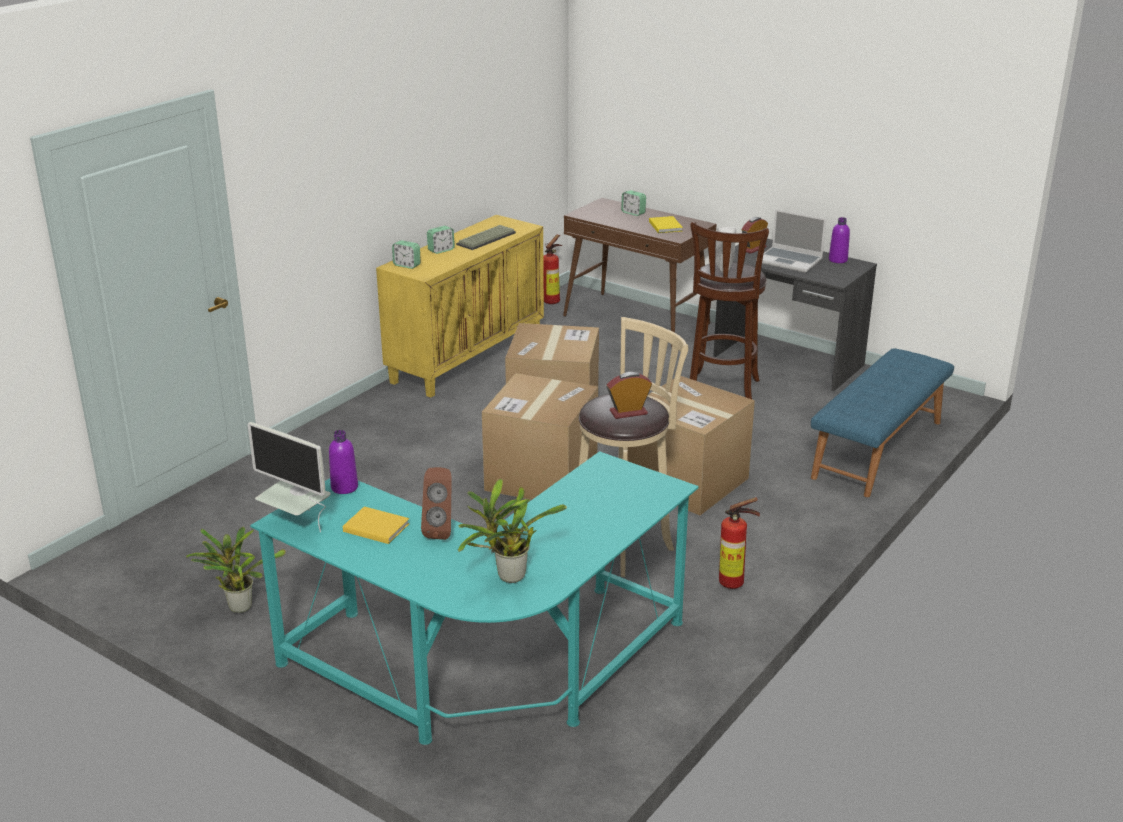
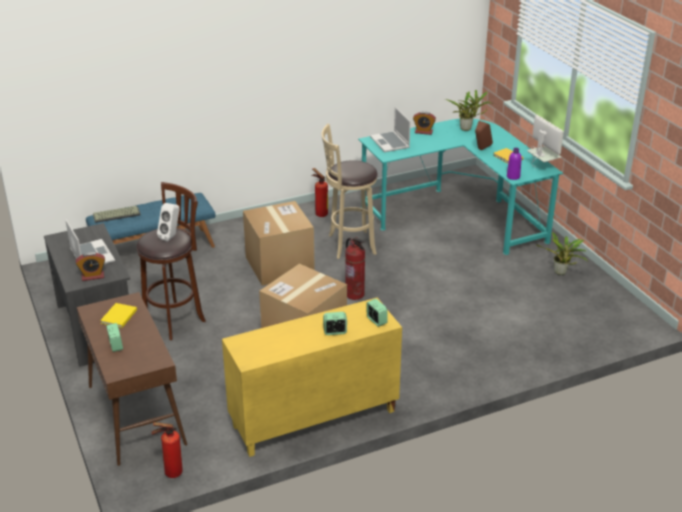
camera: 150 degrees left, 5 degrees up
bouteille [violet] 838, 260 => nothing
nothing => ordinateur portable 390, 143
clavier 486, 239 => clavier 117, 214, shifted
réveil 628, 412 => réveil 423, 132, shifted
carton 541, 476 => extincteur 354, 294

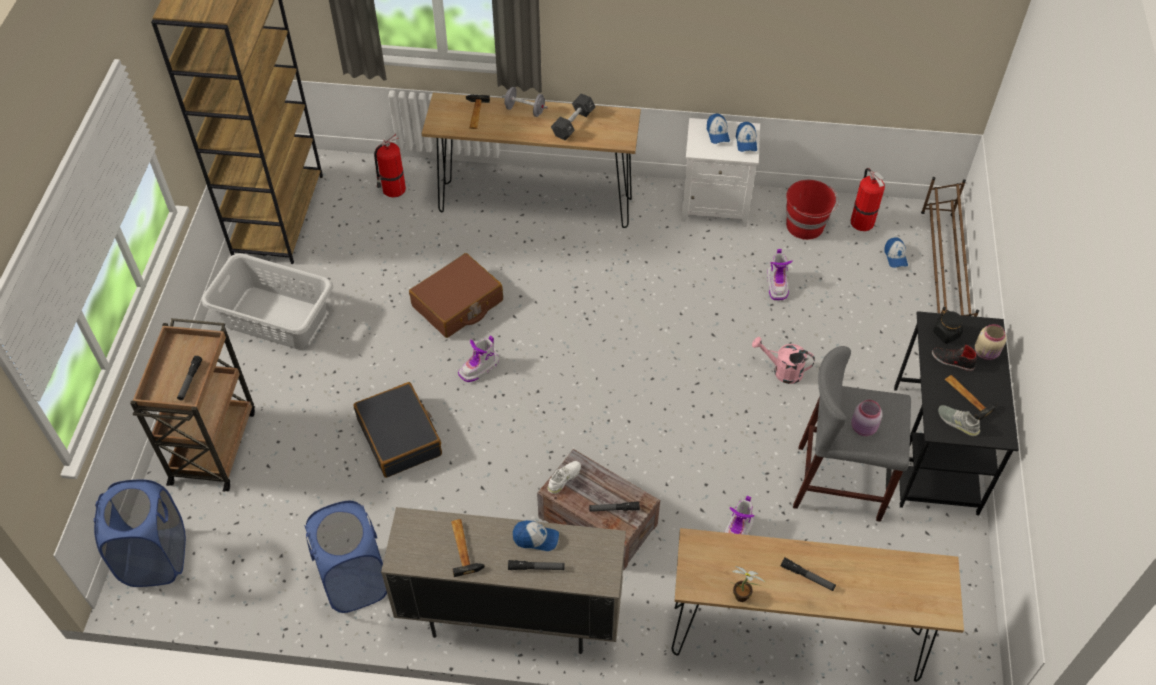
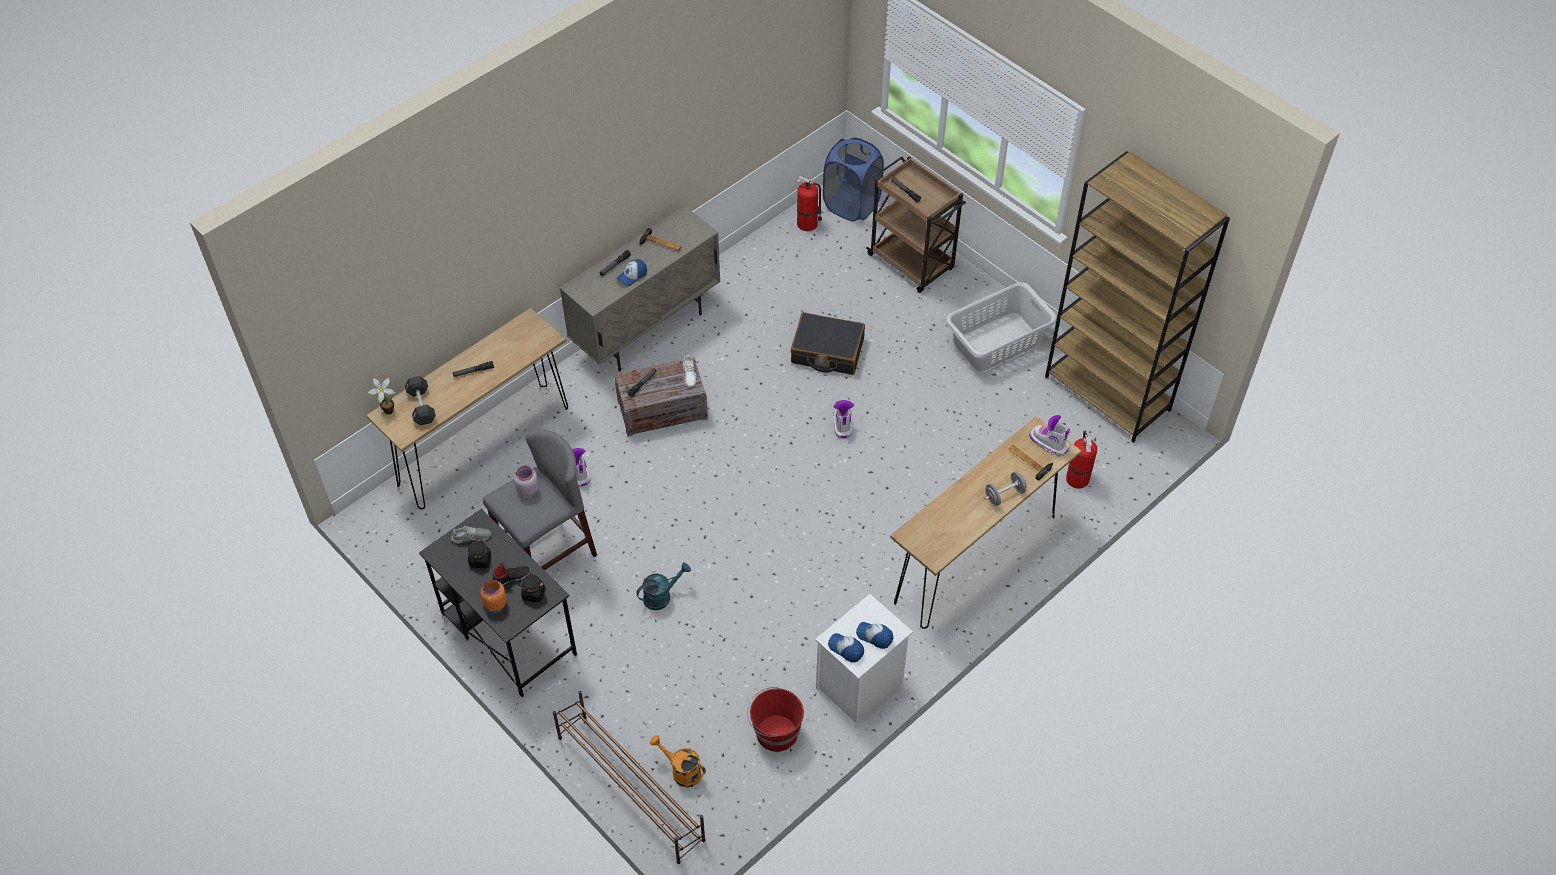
camera: 130 degrees right, 0 degrees up
panier à linge [bleu] 354, 580 => nothing
valise [marron] 457, 304 => nothing
haltère [noir] 573, 124 => haltère [noir] 421, 406, shifted
plante en pot 743, 597 => plante en pot 387, 411, shifted
botte 777, 285 => botte 1048, 443, shifted
extincteur 861, 221 => extincteur 808, 224, shifted
casquette 895, 256 => arrosoir [orange] 681, 771
marteau 968, 396 => bocal [noir] 480, 560
arrosoir [rose] 782, 371 => arrosoir [turquoise] 661, 596
bocal [beige] 986, 353 => bocal [orange] 494, 603

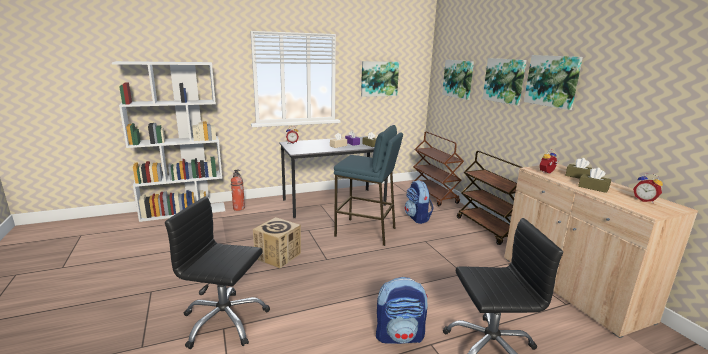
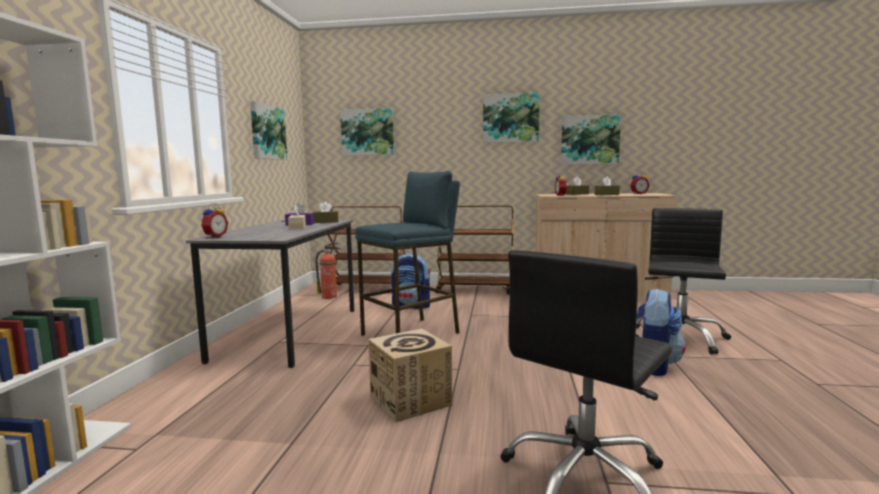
camera: 60 degrees left, 10 degrees down
extincteur 239, 208 => extincteur 330, 297, shifted
tableau 504, 80 => tableau 589, 140, shifted

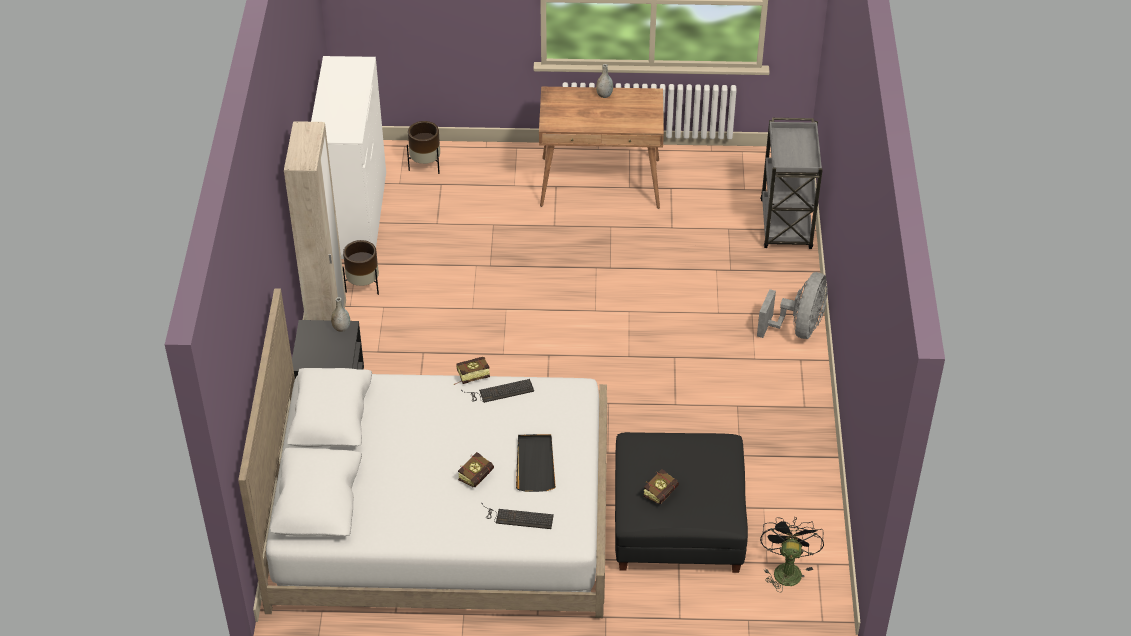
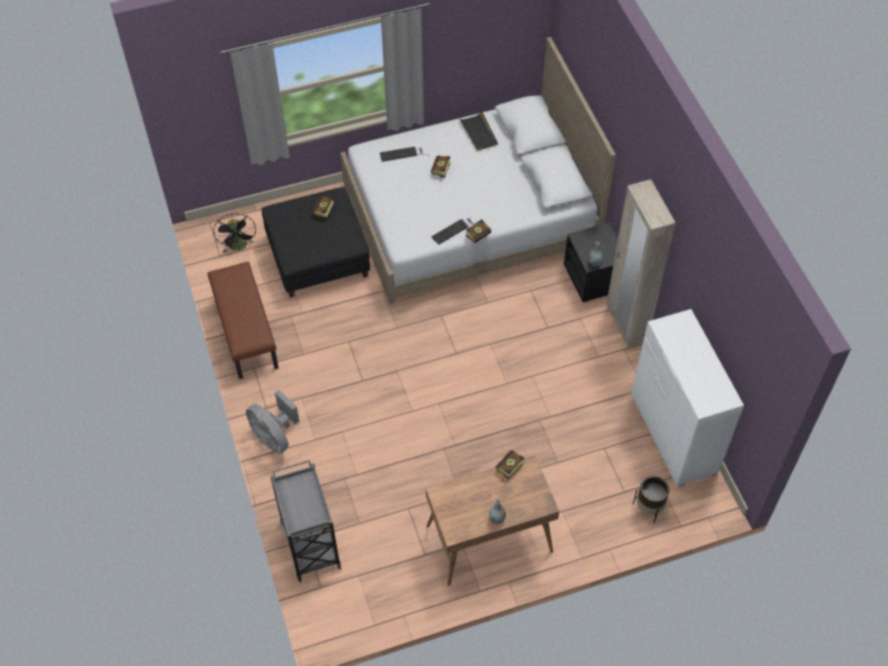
camera: 160 degrees right, 10 degrees up
cache-pot [marron] 363, 286 => nothing
nothing => banc [marron] 245, 332
nothing => livre 507, 469
plateau [noir] 535, 464 => plateau [noir] 478, 133, shifted
ventilateur [gris] 798, 328 => ventilateur [gris] 274, 436, 45 degrees counterclockwise

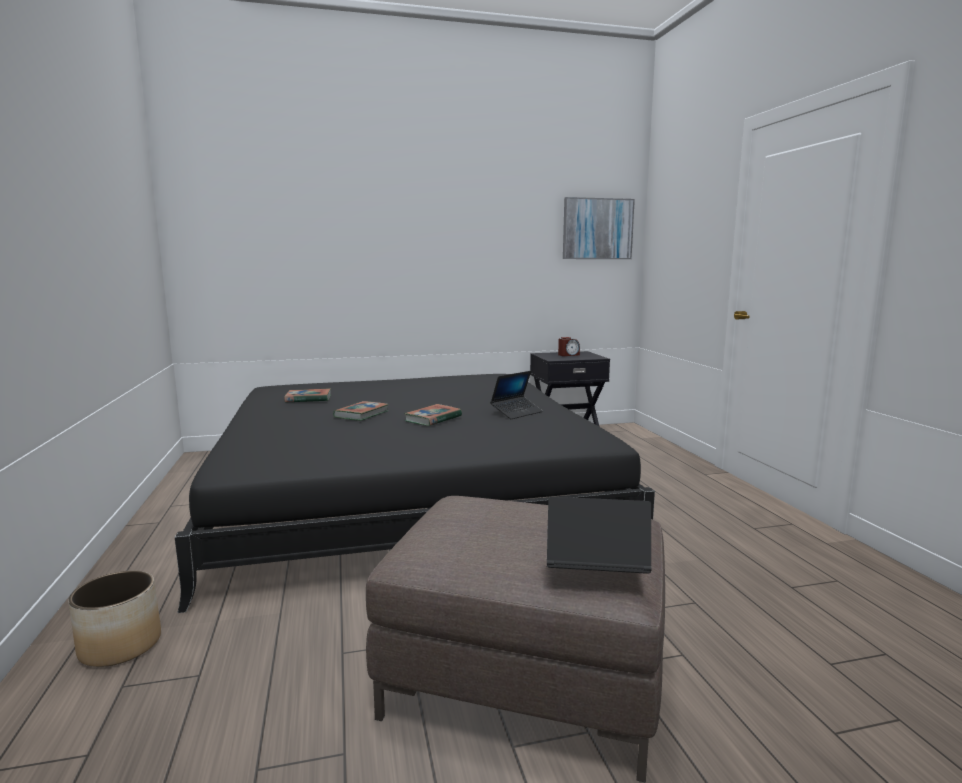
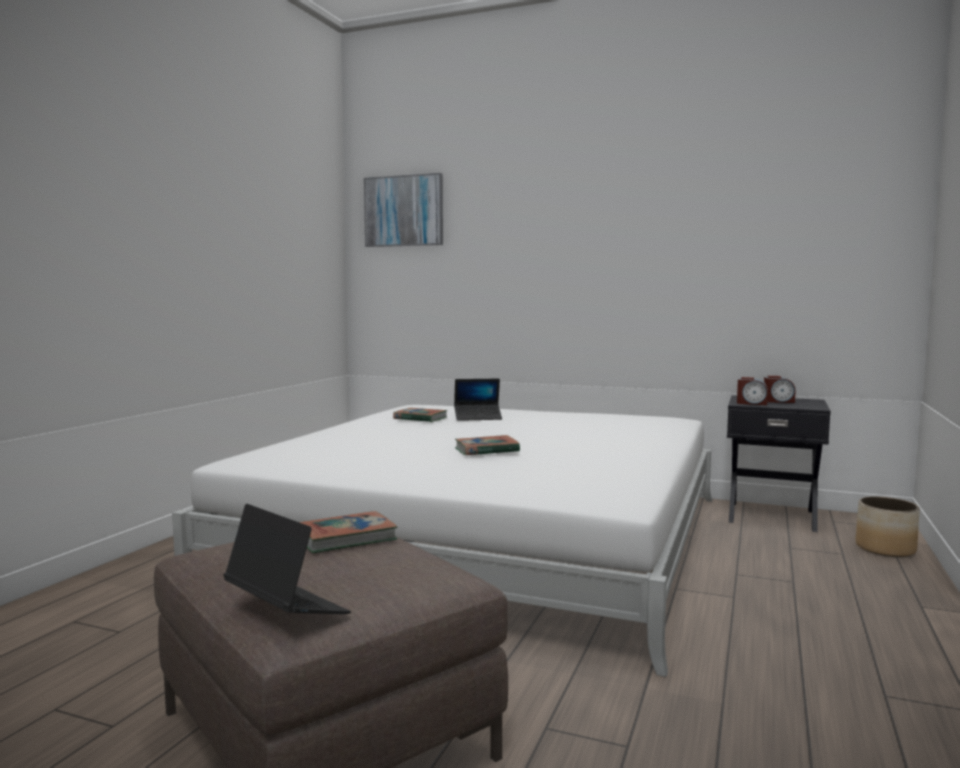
camera: 35 degrees right, 5 degrees down
nothing => réveil 751, 403
cache-pot 120, 646 => cache-pot 885, 549, shifted
livre 361, 414 => livre 345, 538, shifted
ordinateur portable 516, 412 => ordinateur portable 478, 417, shifted
tableau 597, 229 => tableau 404, 211, shifted
lit [noir] 408, 490 => lit [blanc] 486, 535

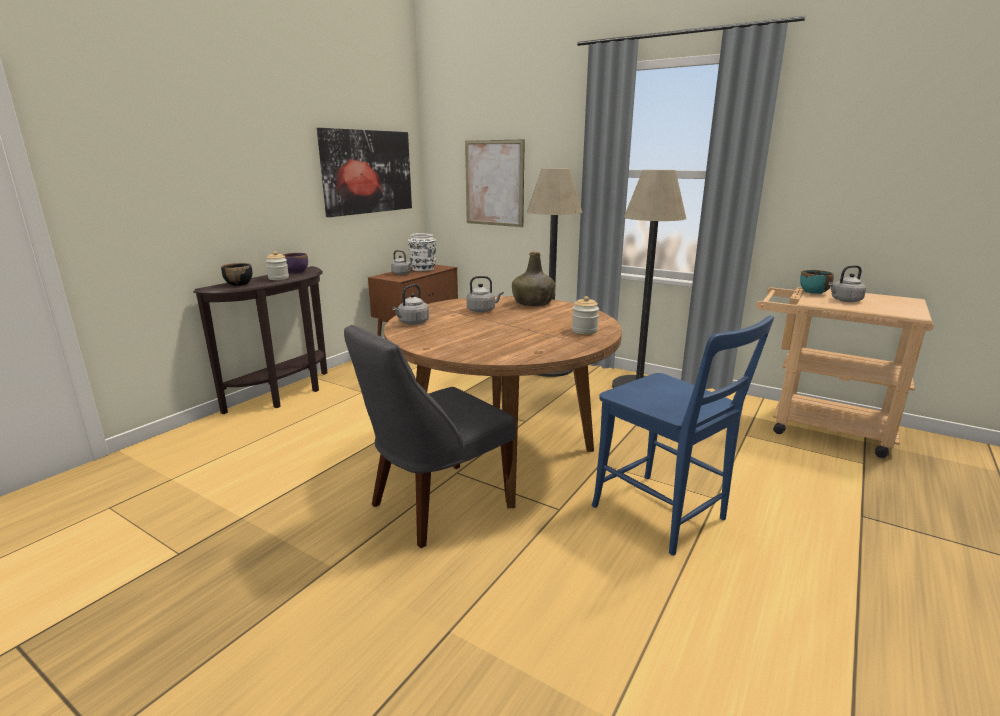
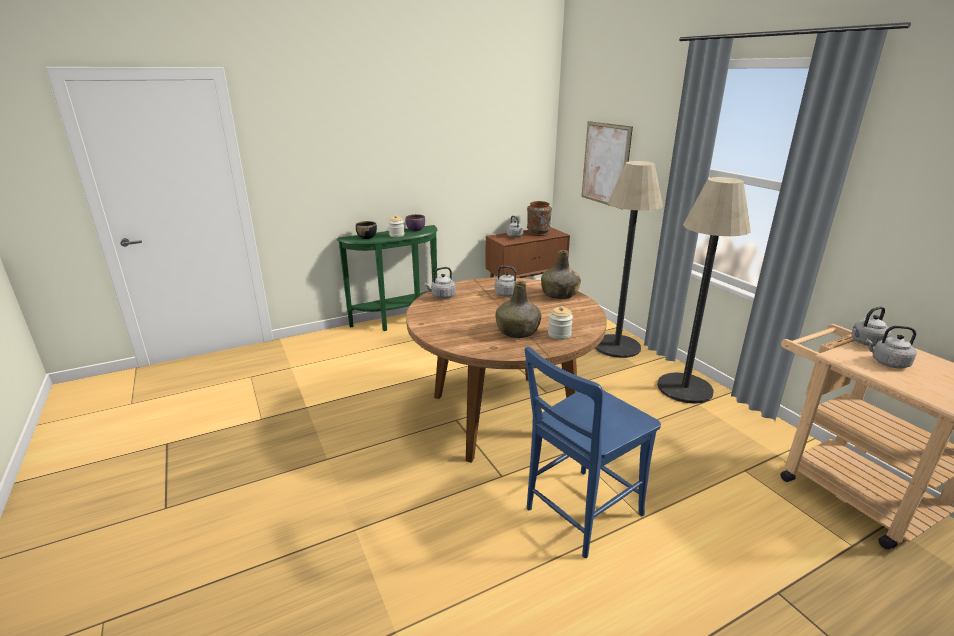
camera: 30 degrees right, 5 degrees up
tableau 367, 172 => nothing
chaise [gris] 435, 505 => nothing
nothing => bouteille [vert] 518, 331
bol [turquoise] 813, 292 => bouilloire [gris] 866, 342
table console [marron] 287, 394 => table console [vert] 398, 321
vase [blanc] 423, 269 => vase [marron] 538, 233
chaise [bleu] 664, 516 => chaise [bleu] 579, 514, 60 degrees clockwise

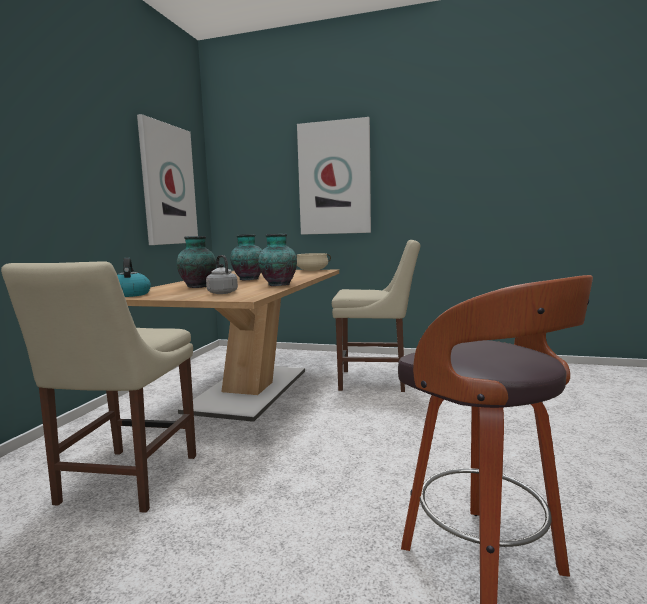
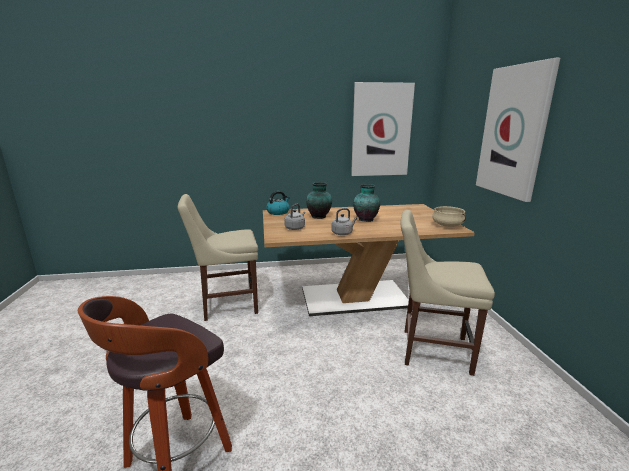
camera: 65 degrees right, 10 degrees up
vase 278, 285 => bouilloire [gris] 343, 233
chaise [beige] 376, 381 => chaise [beige] 431, 349, 120 degrees clockwise

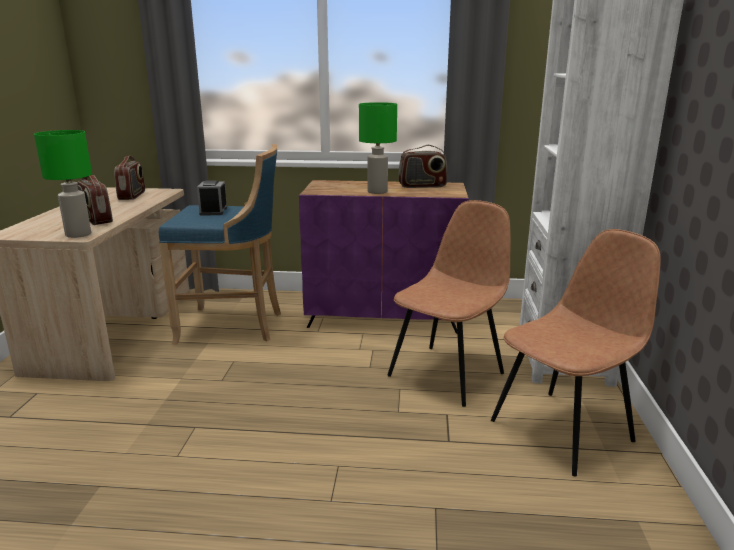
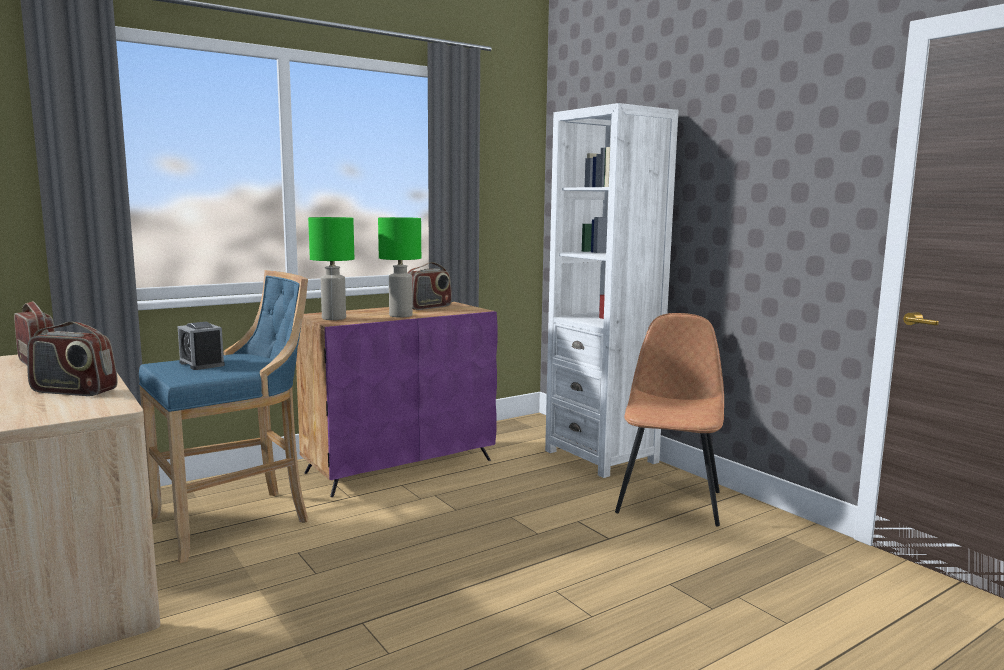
camera: 40 degrees left, 10 degrees down
chaise [marron] 448, 373 => nothing
lampe de table [vert] 78, 235 => lampe de table [vert] 334, 318, shifted

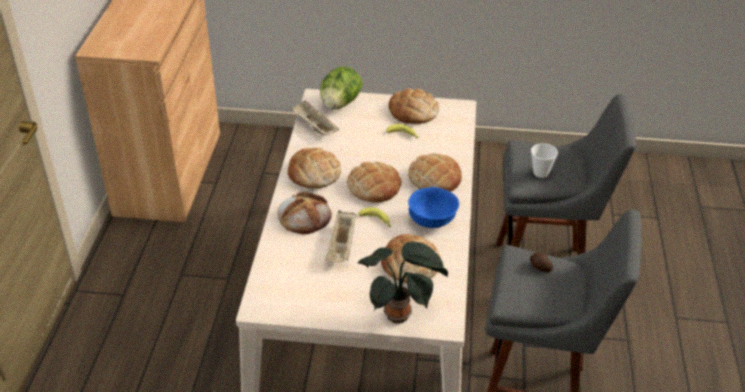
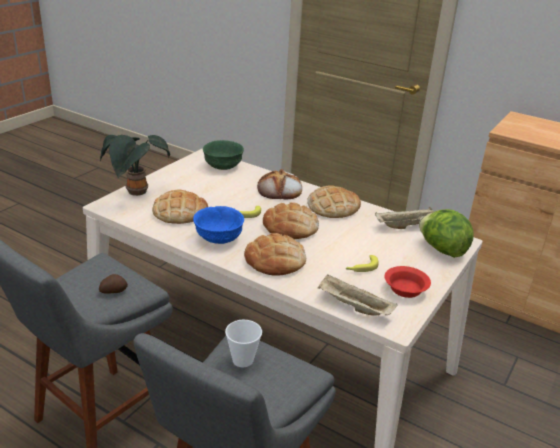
camera: 115 degrees right, 10 degrees down
nothing => bol [vert] 223, 166
plateau [beige] 342, 246 => plateau [beige] 353, 307, shifted
pain 413, 111 => bol [rouge] 404, 289

